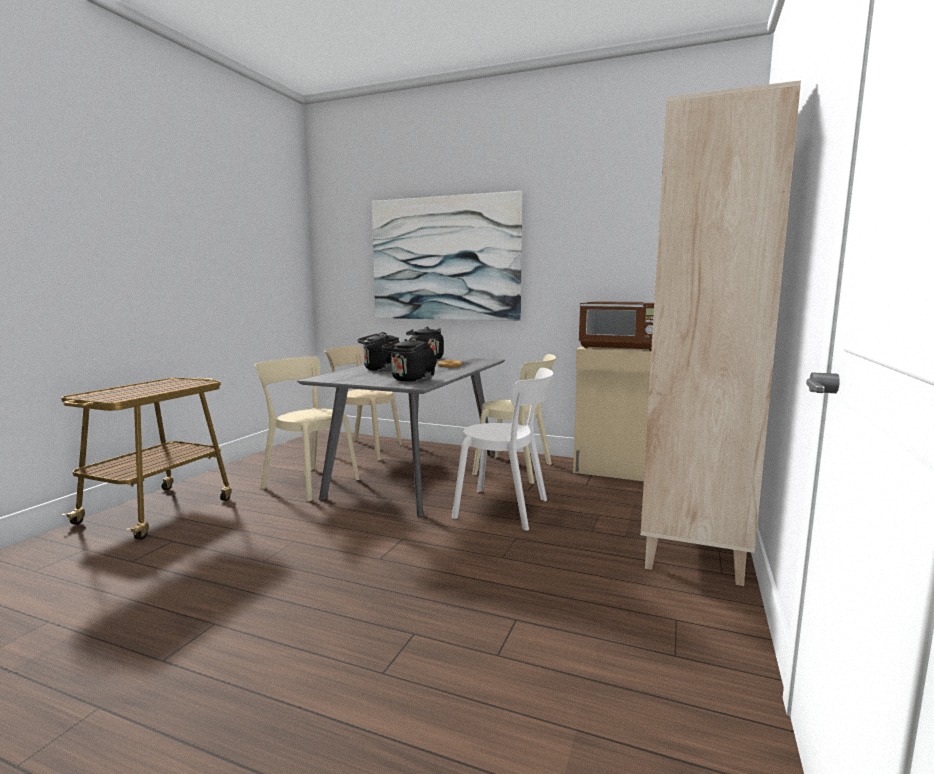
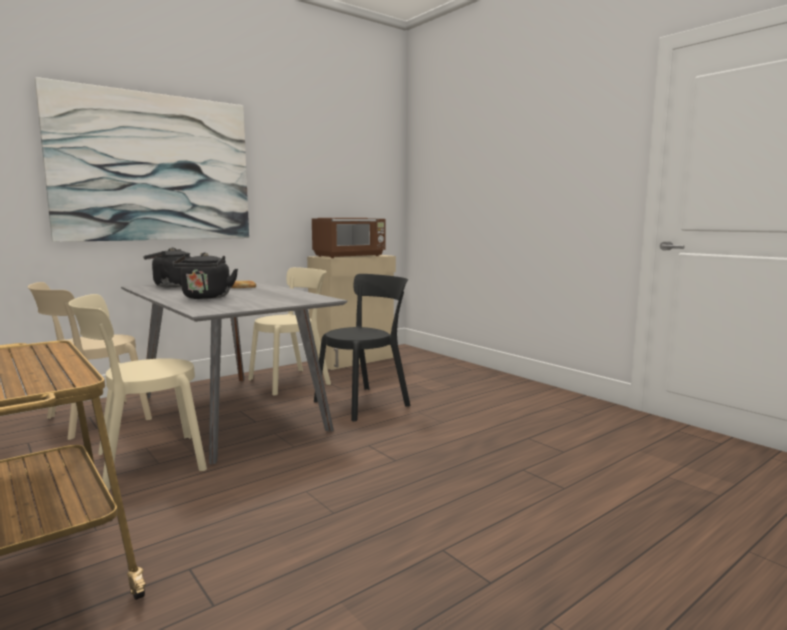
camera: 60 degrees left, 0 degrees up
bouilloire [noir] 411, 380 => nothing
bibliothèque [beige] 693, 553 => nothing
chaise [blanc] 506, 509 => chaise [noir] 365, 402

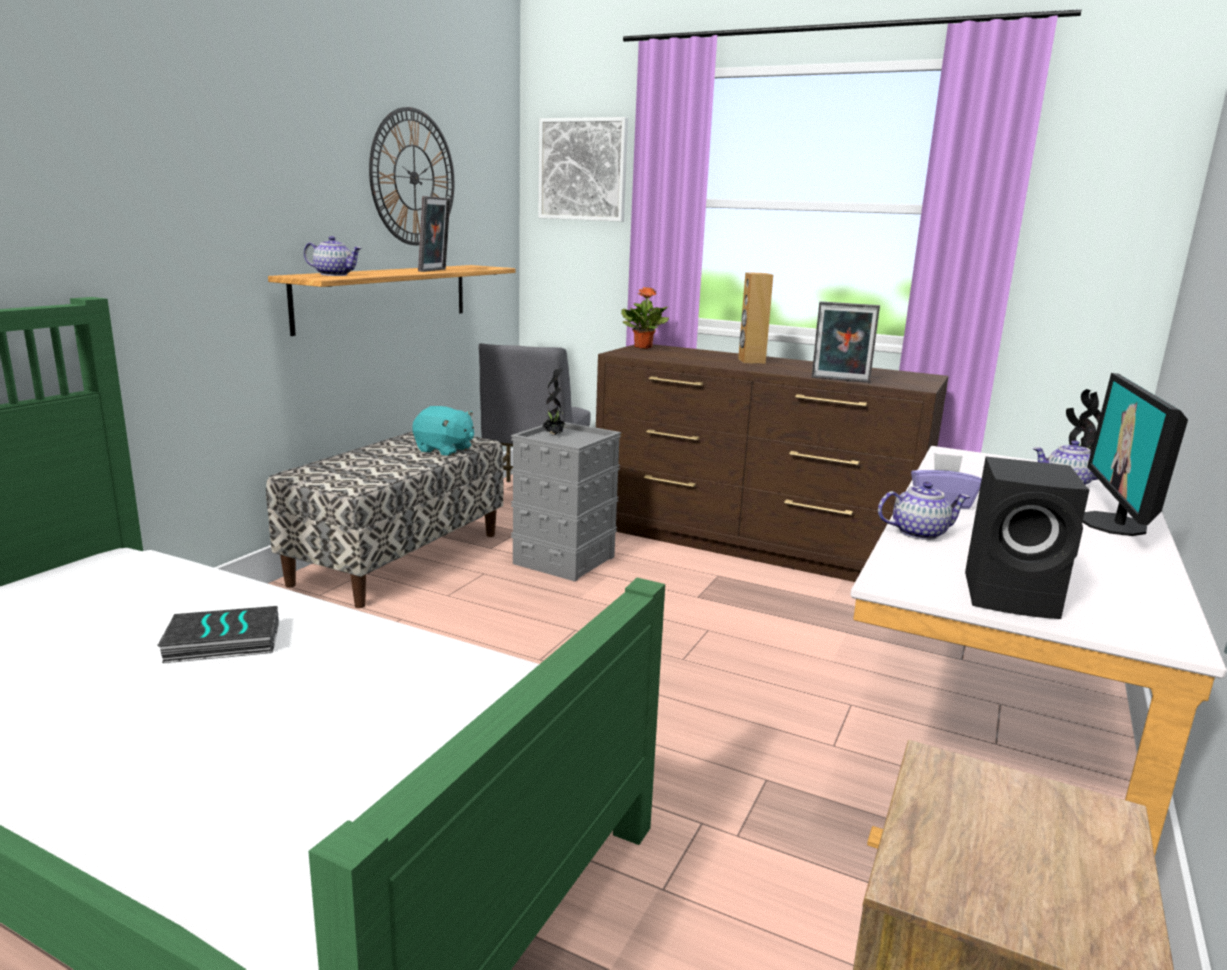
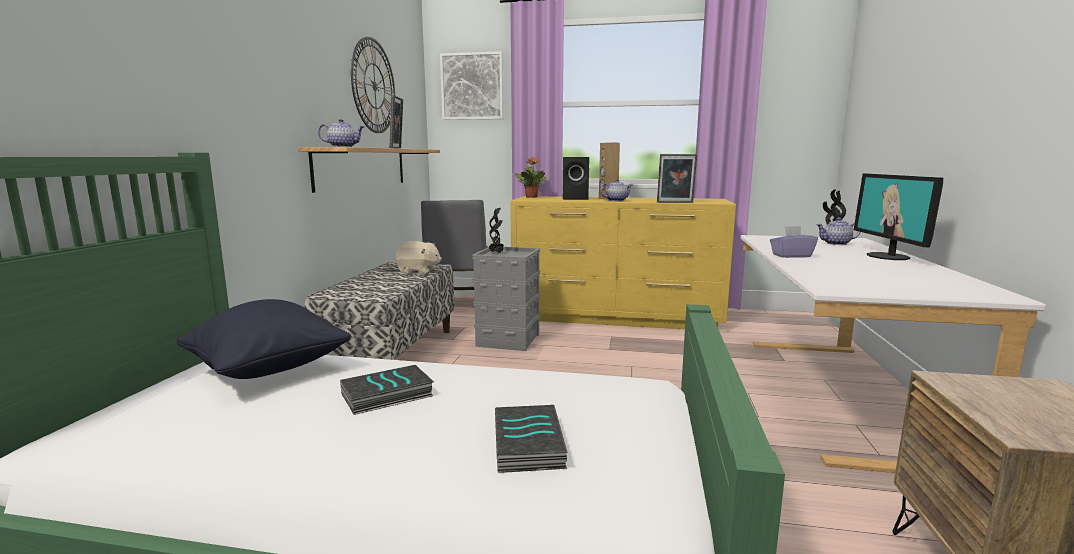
camera: 15 degrees left, 5 degrees down
nothing => coussin [noir] 268, 372
nothing => livre 530, 445
théière 919, 533 => théière 616, 200, shifted
enceinte [noir] 1014, 596 => enceinte [noir] 576, 198, shifted
peluche [turquoise] 444, 450 => peluche [beige] 418, 272
commode [marron] 752, 544 => commode [jaune] 617, 317

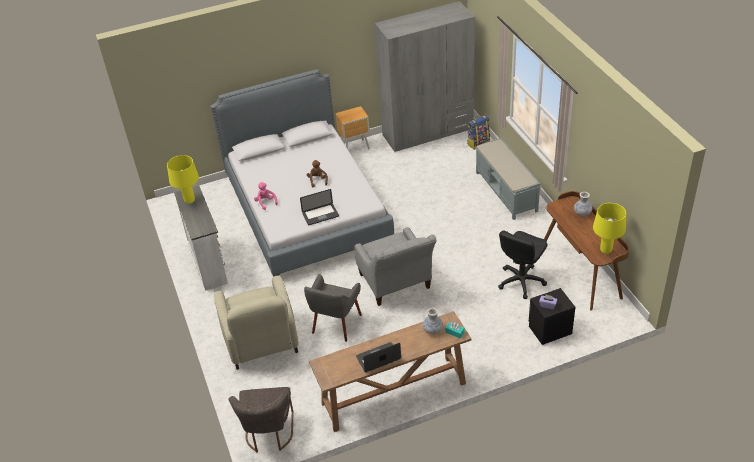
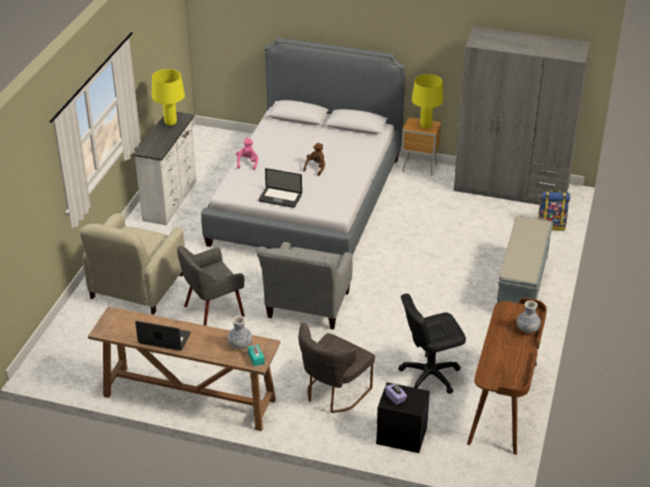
camera: 35 degrees right, 5 degrees down
chaise [gris] 269, 434 => chaise [gris] 333, 394, shifted
lampe de table [jaune] 605, 250 => lampe de table [jaune] 425, 126, shifted

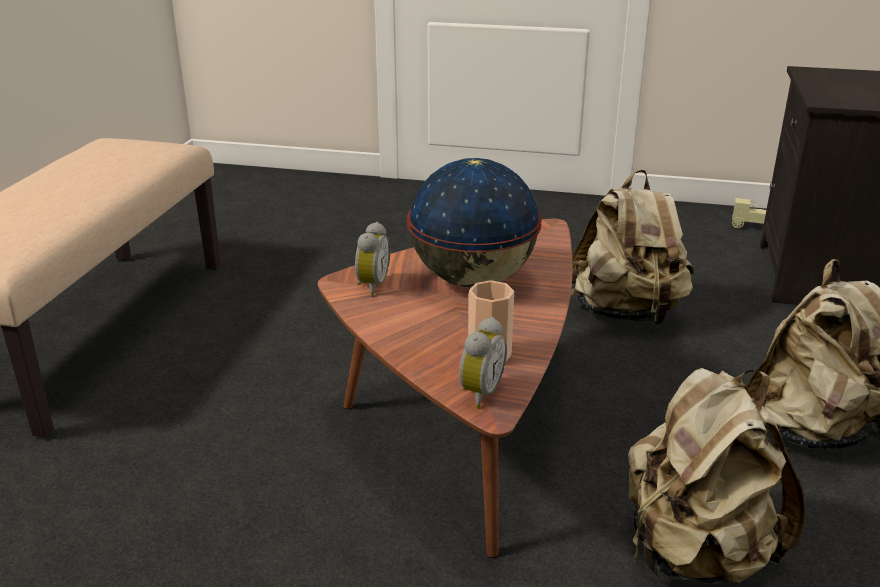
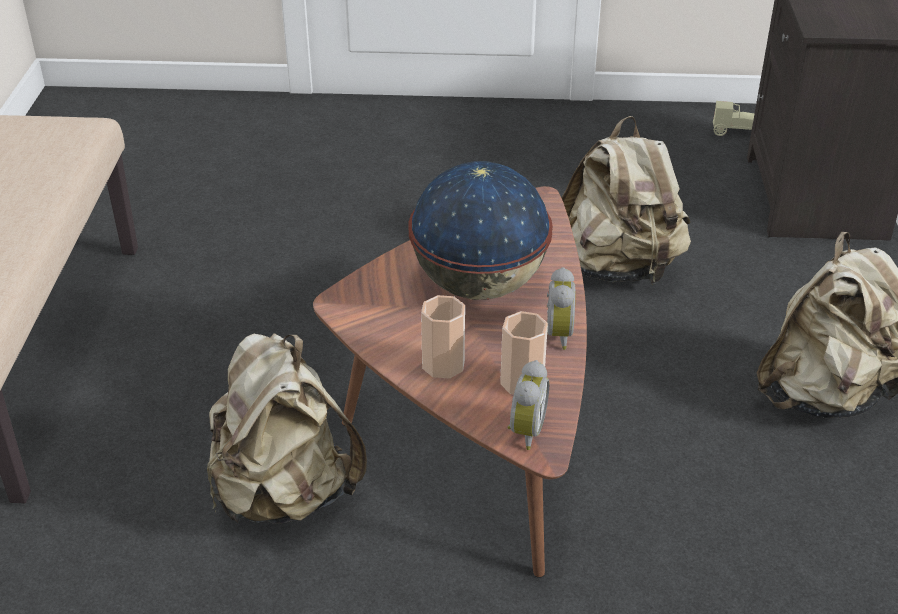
camera: 10 degrees left, 10 degrees up
nothing => tasse 443, 365
réveil 371, 286 => réveil 555, 335, shifted
sac à dos [beige] 696, 553 => sac à dos [beige] 284, 494, shifted

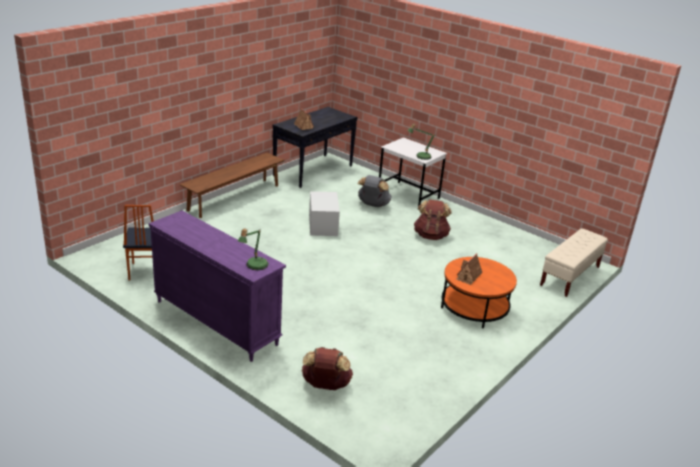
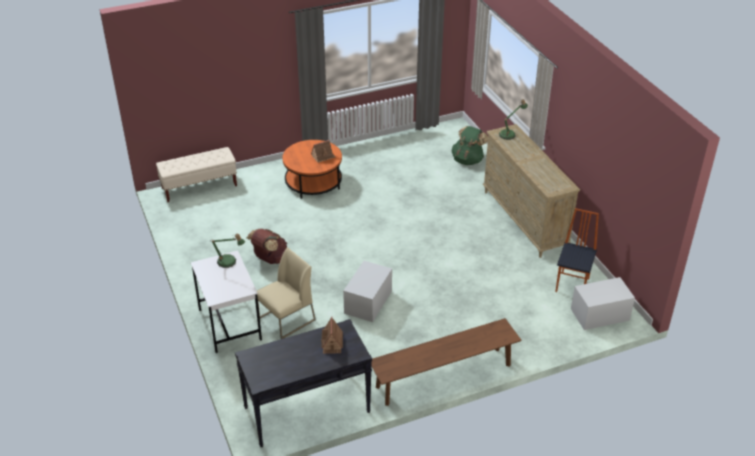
camera: 150 degrees left, 10 degrees up
nothing => boîte de rangement [blanc] 600, 314
sac à dos [gris] 373, 205 => chaise [beige] 286, 319
commode [violet] 215, 322 => commode [beige] 524, 220
sac à dos [marron] 325, 385 => sac à dos [vert] 468, 160

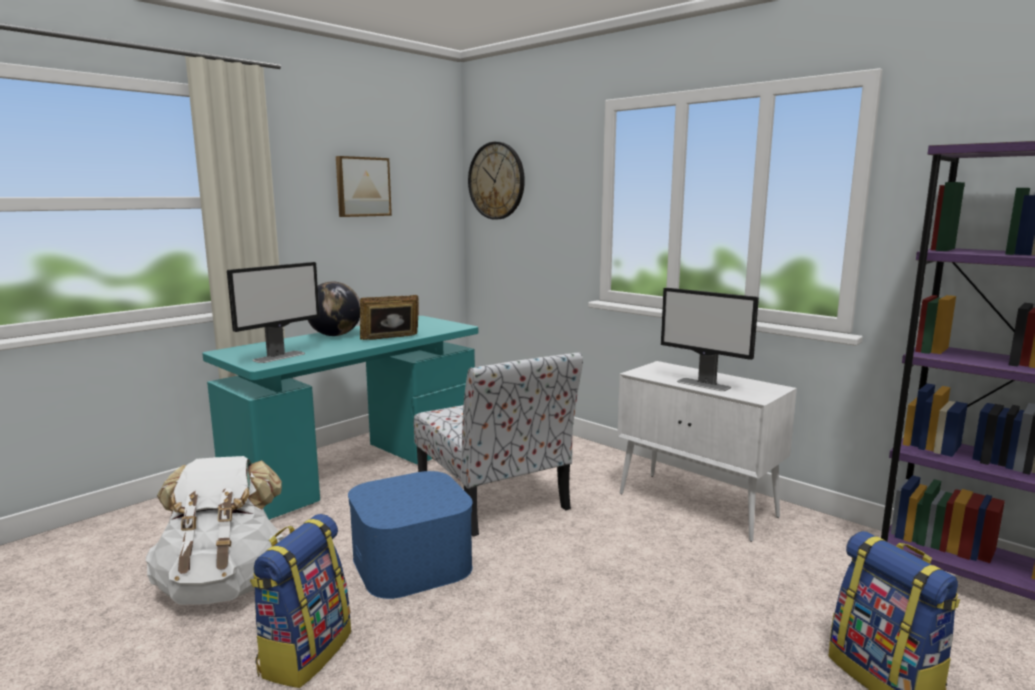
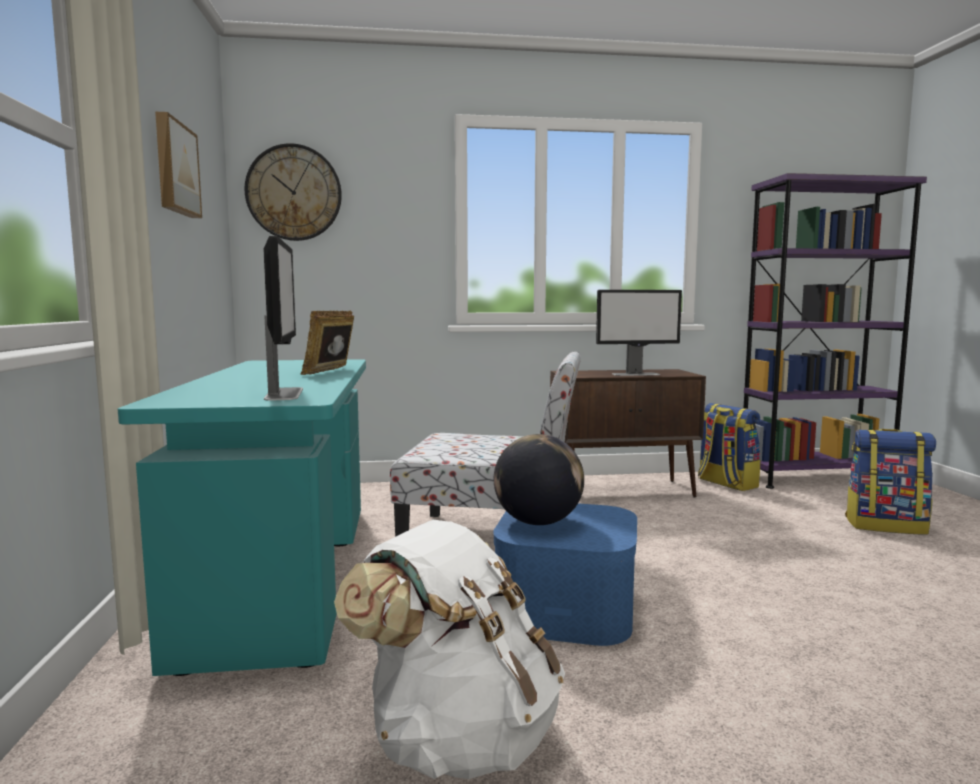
camera: 50 degrees left, 5 degrees down
sac à dos 305, 653 => sac à dos 726, 483, shifted
globe 335, 335 => globe 538, 522, shifted
meuble de rangement [blanc] 698, 505 => meuble de rangement [marron] 623, 491

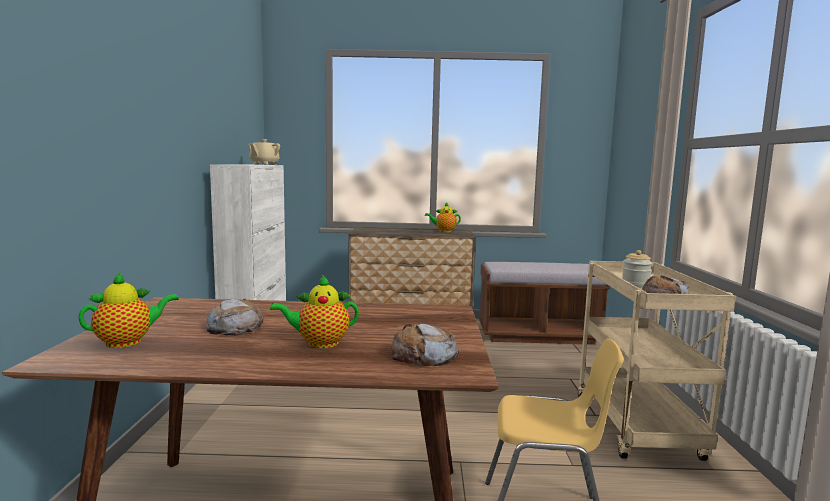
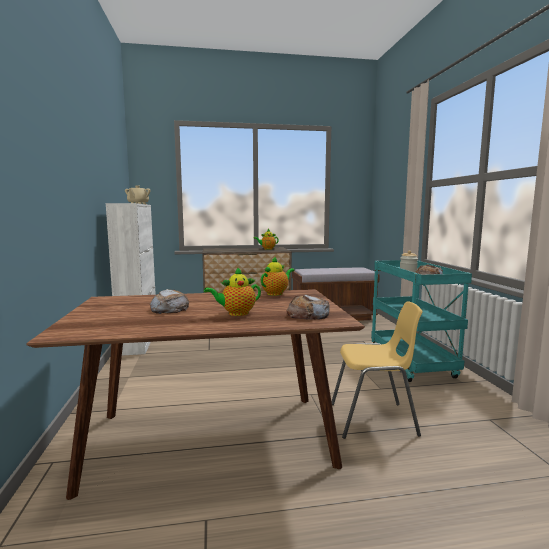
camera: 10 degrees left, 0 degrees up
théière 128, 342 => théière 276, 293, shifted
chariot [beige] 638, 428 => chariot [turquoise] 412, 365

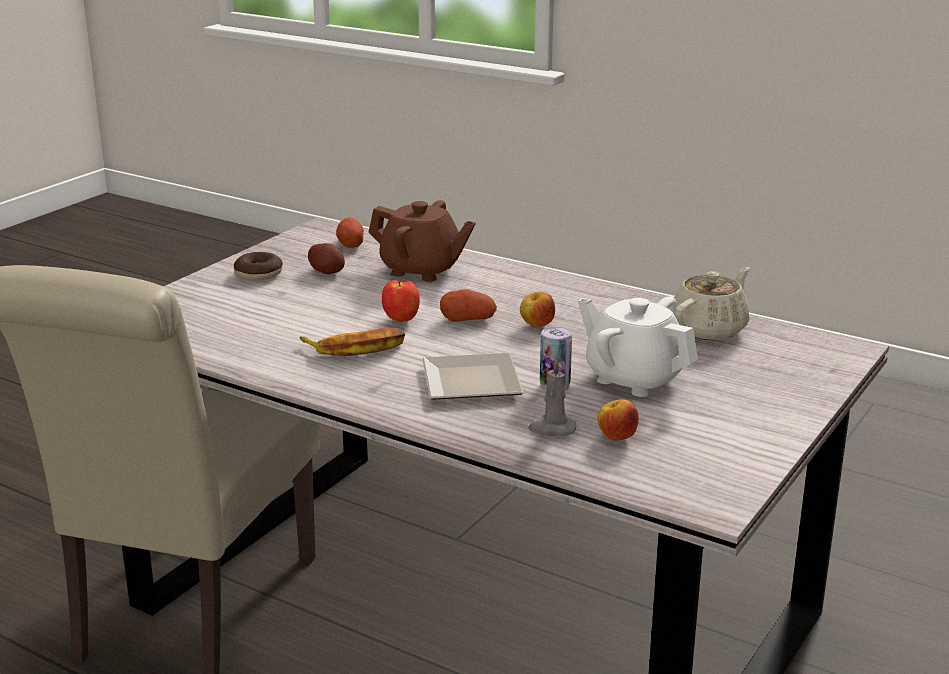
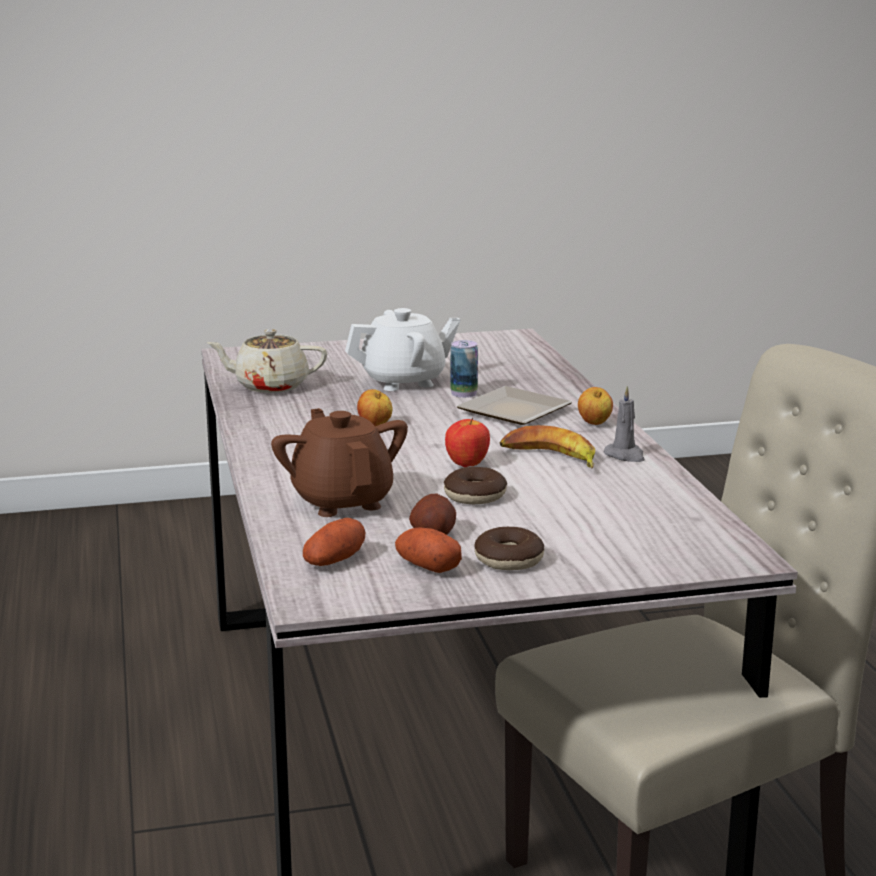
camera: 135 degrees left, 5 degrees down
nothing => beignet 475, 496
pomme de terre 468, 319 => pomme de terre 428, 567, shifted
bougie [gris] 552, 428 => bougie [gris] 625, 456, shifted
pomme 616, 438 => pomme 594, 424, shifted
théière [blanc] 634, 378 => théière [blanc] 404, 381, 105 degrees counterclockwise

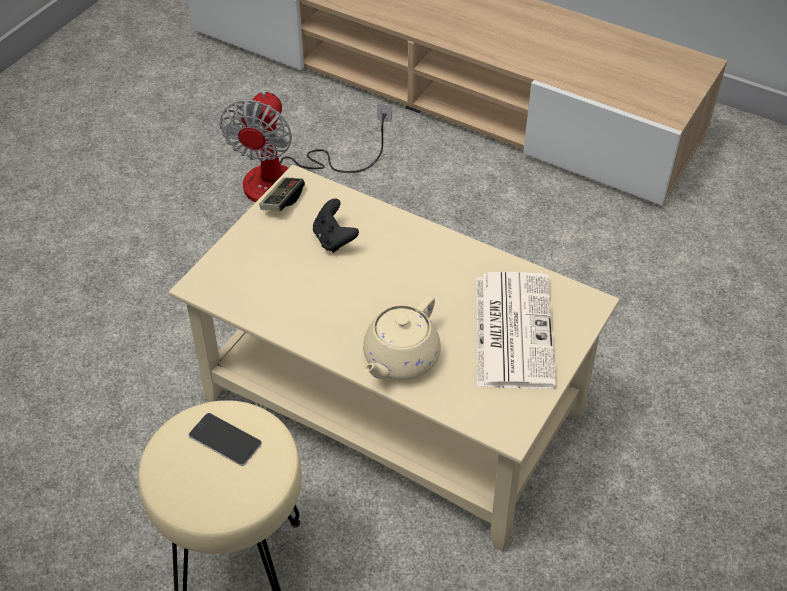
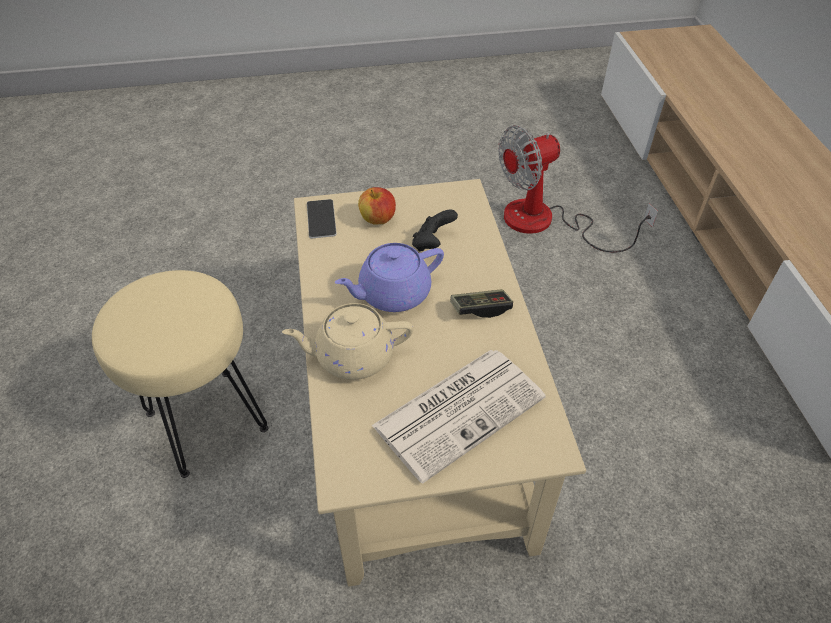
camera: 50 degrees right, 0 degrees up
nothing => théière [violet] 392, 293
nothing => pomme 377, 219
téléphone 225, 439 => téléphone 321, 219, shifted
manette 282, 201 => manette 480, 309, shifted

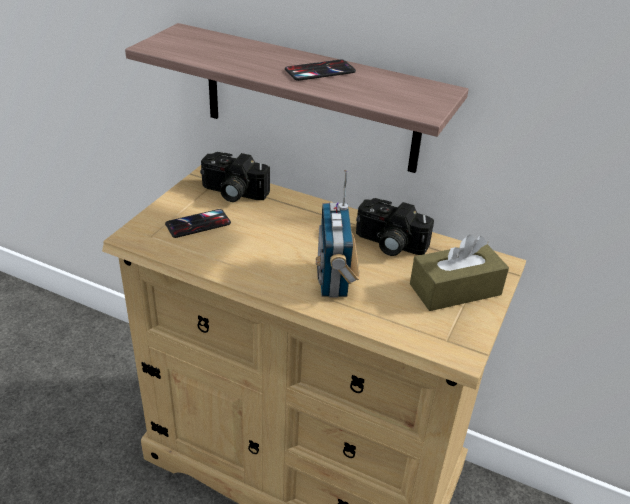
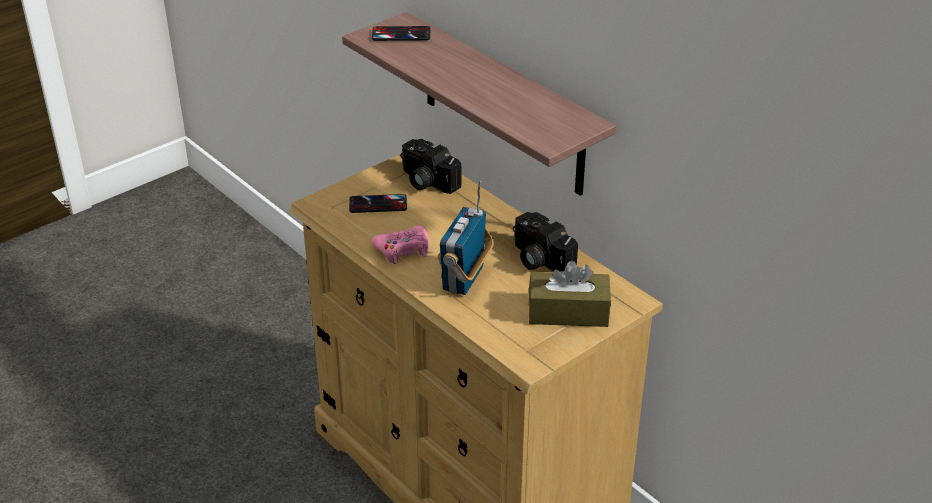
camera: 25 degrees right, 0 degrees up
nothing => manette [rose] 403, 250
téléphone 320, 71 => téléphone 401, 34, shifted

